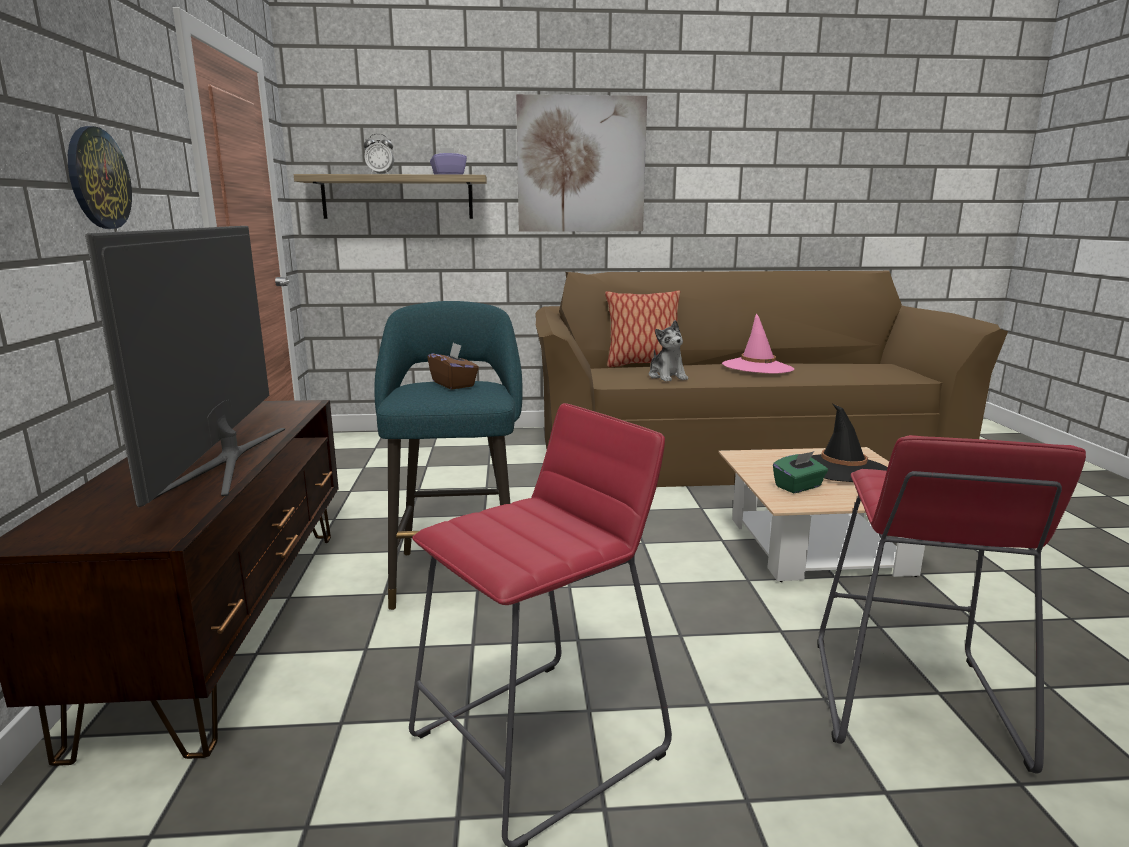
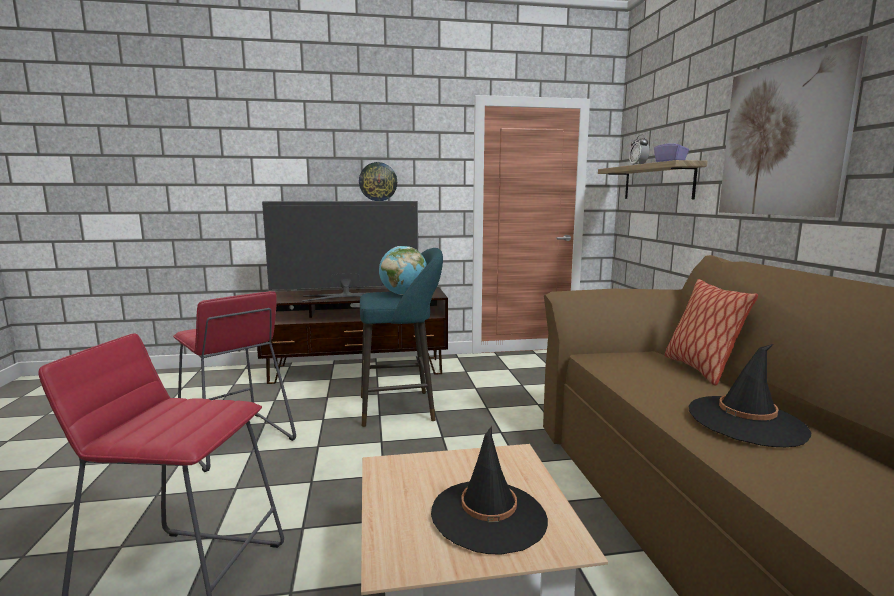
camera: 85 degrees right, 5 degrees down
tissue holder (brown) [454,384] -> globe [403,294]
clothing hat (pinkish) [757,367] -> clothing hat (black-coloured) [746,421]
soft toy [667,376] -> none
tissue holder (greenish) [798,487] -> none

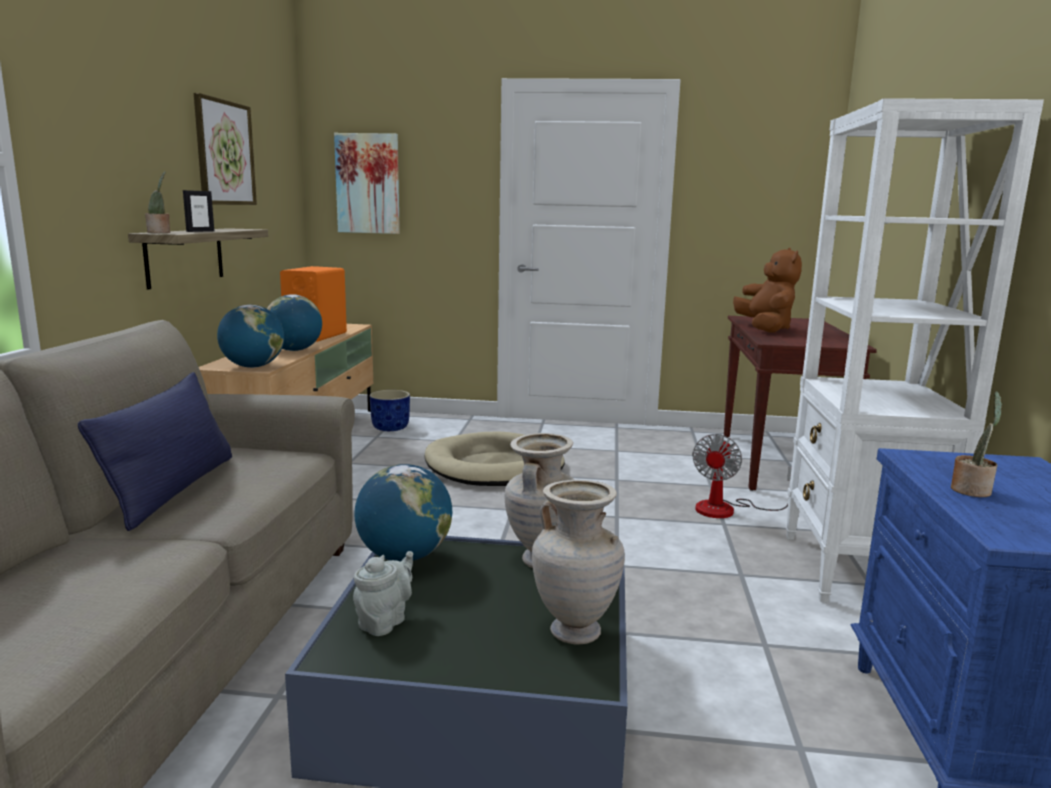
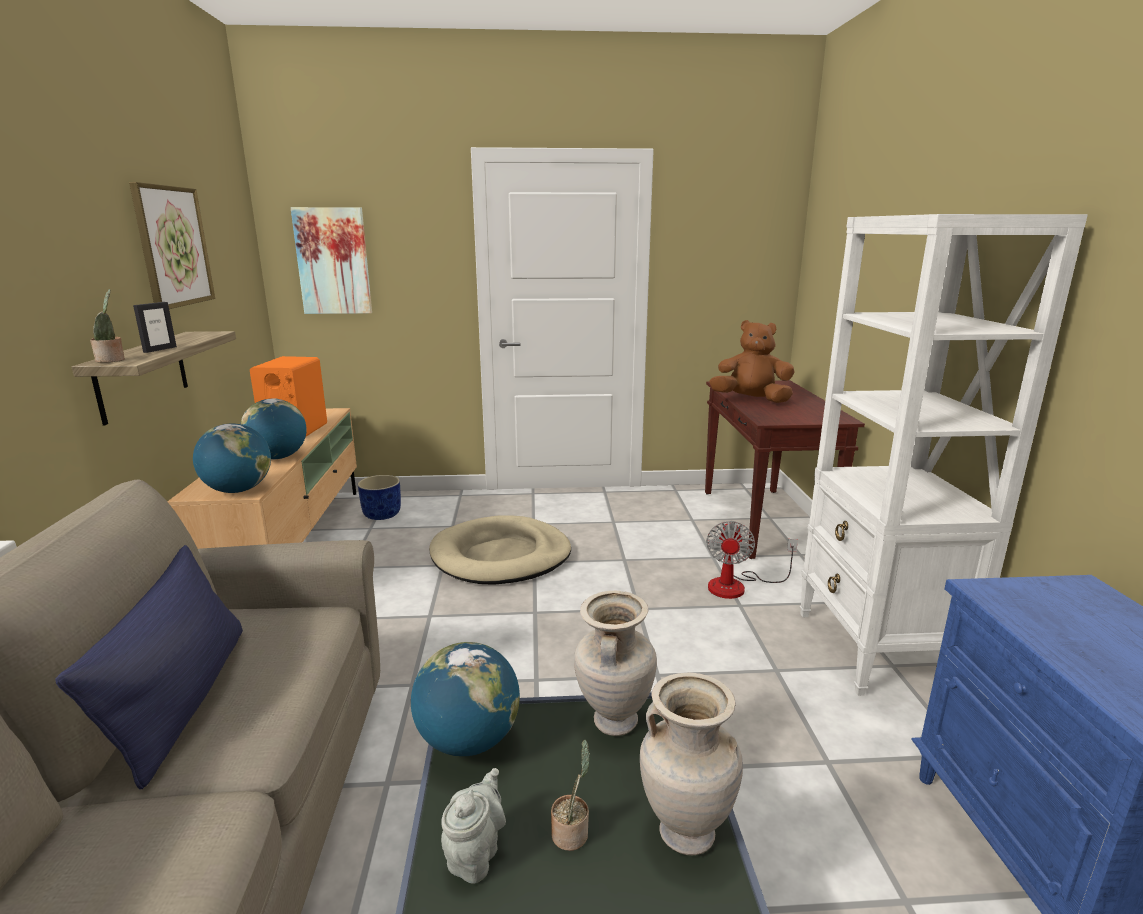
camera: 10 degrees left, 5 degrees up
houseplant [972,490] -> houseplant [571,833], move
soft toy (brown) [765,329] -> soft toy (brown) [751,400], 60 degrees counterclockwise

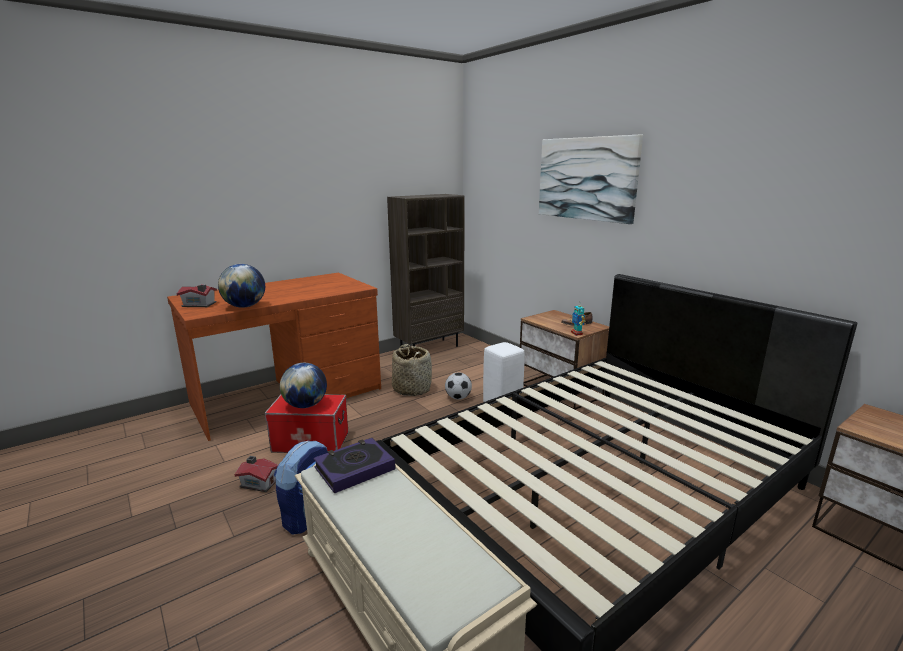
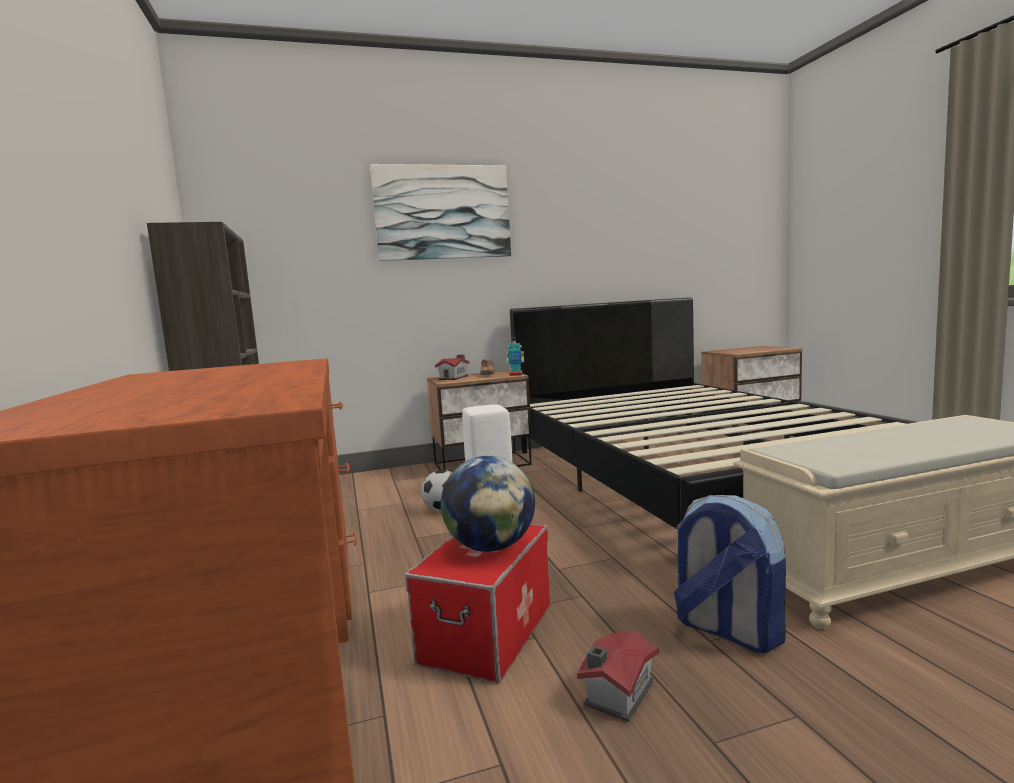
camera: 70 degrees left, 10 degrees down
toy house [199,305] -> toy house [454,377], move
globe [245,306] -> none
volume [354,469] -> none
household basket [412,389] -> none

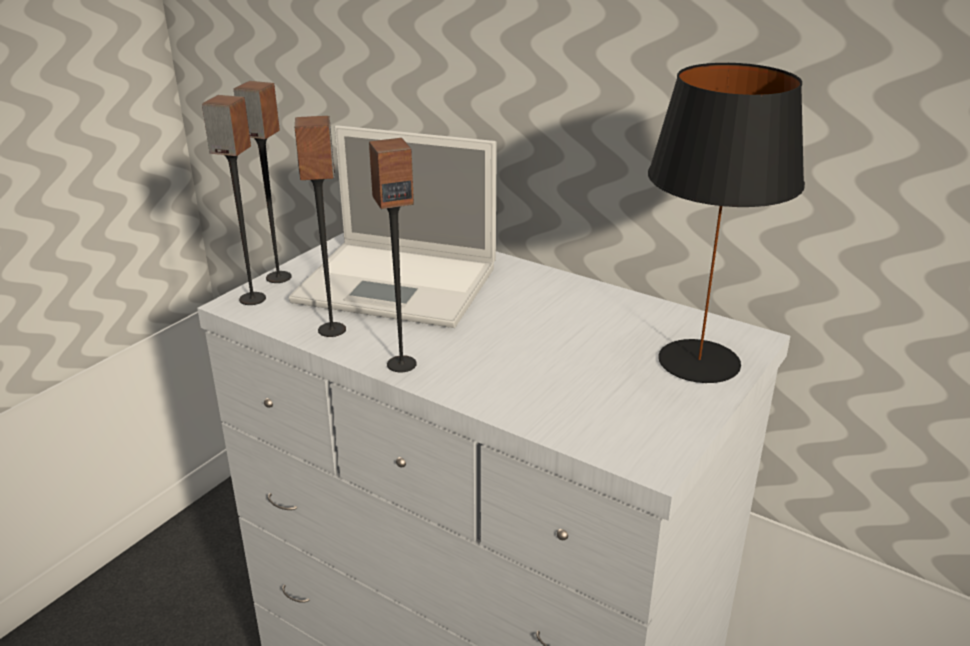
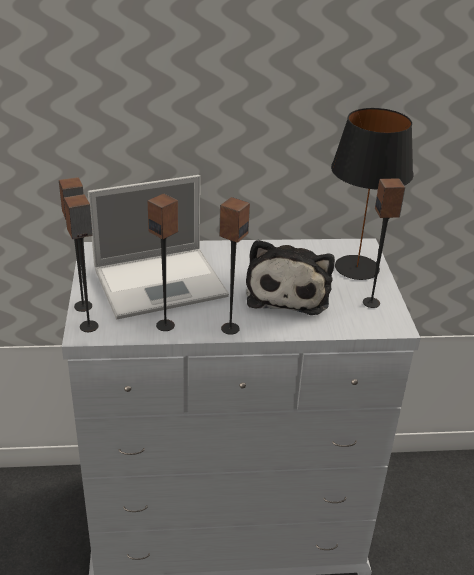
camera: 40 degrees left, 5 degrees up
none -> soft toy [288,292]
none -> speaker [371,303]

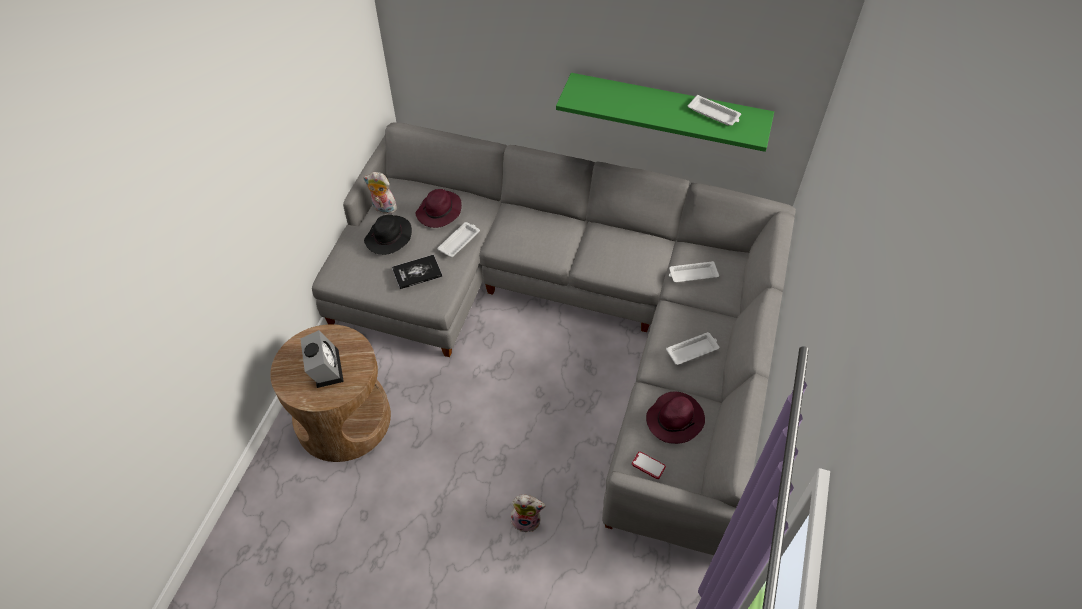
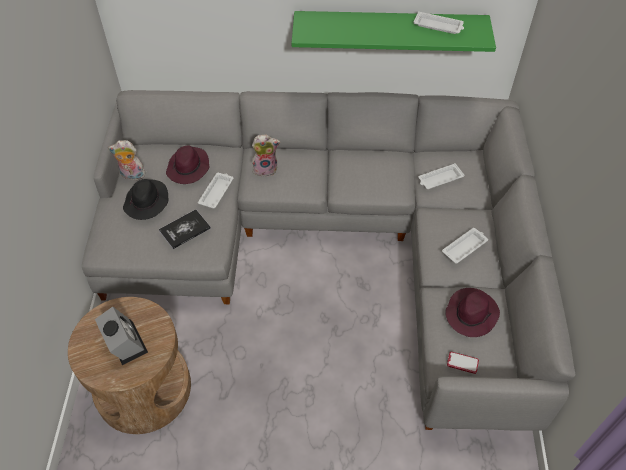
camera: 15 degrees left, 0 degrees up
soft toy [527,520] -> soft toy [266,168], move

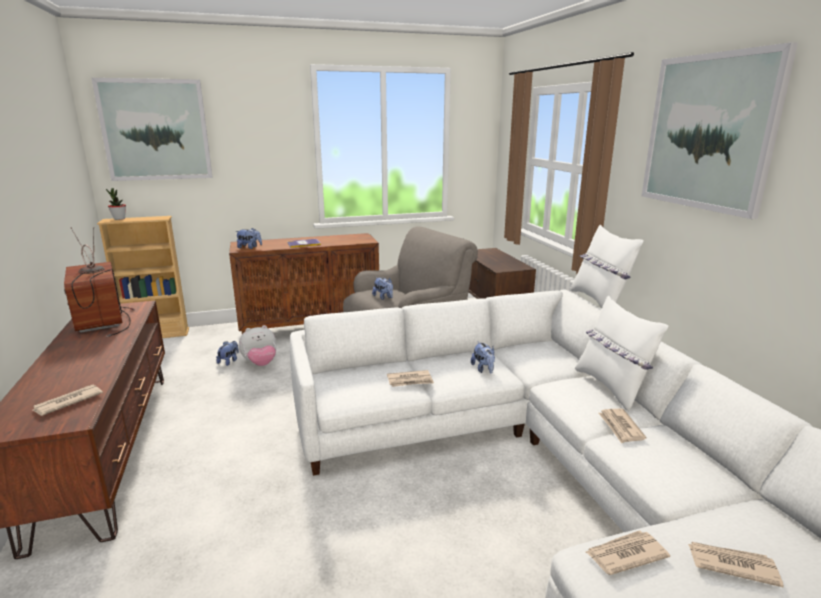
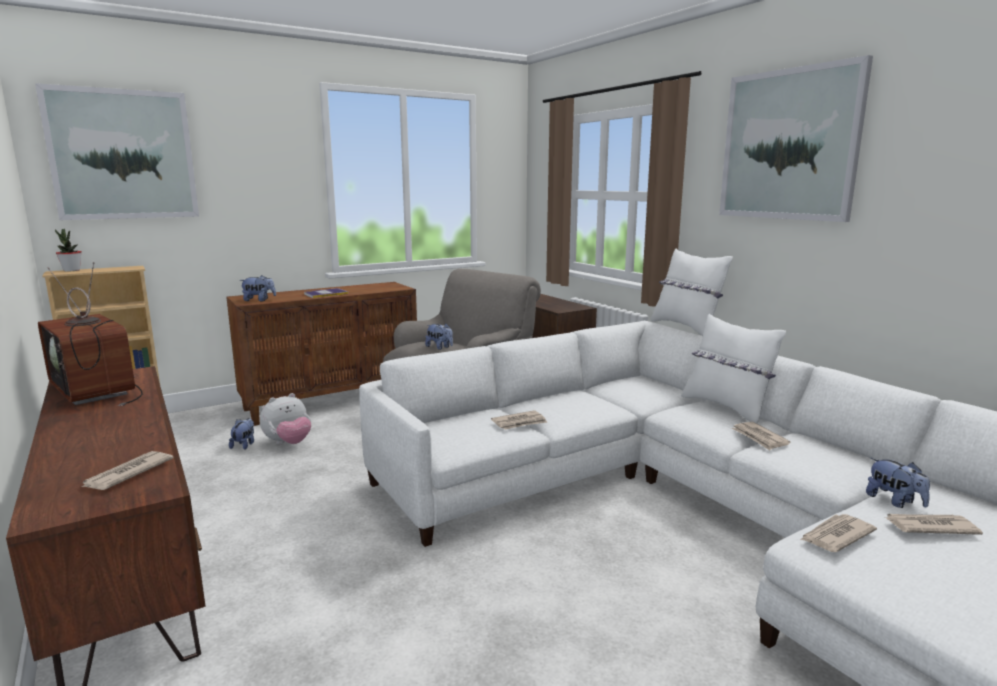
camera: 15 degrees left, 5 degrees down
soft toy [483,369] -> soft toy [894,501], move

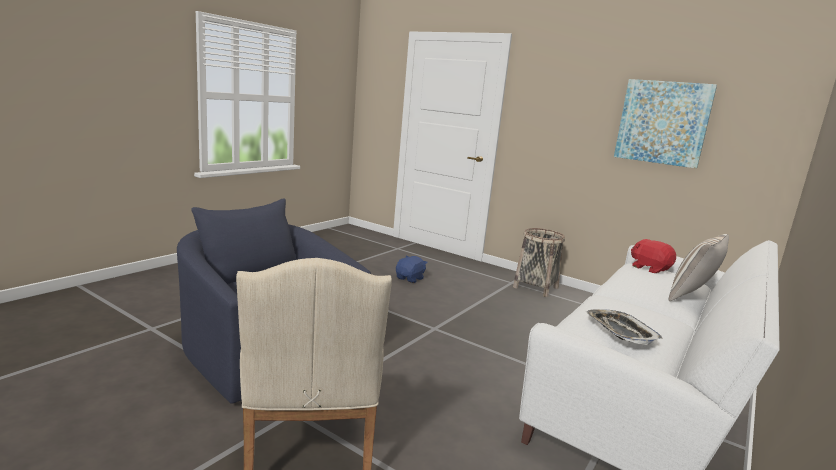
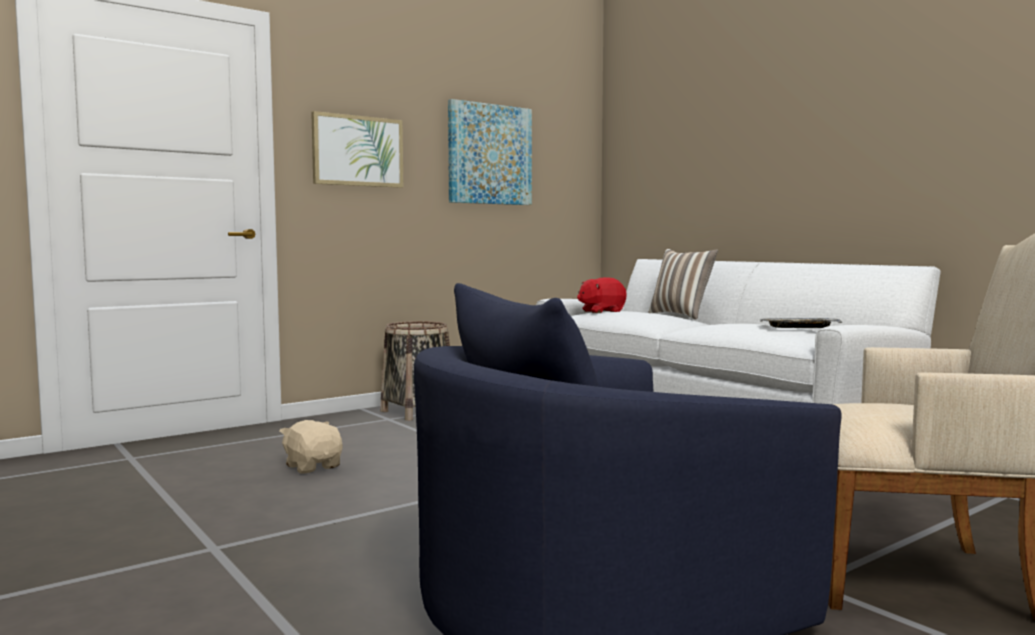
camera: 70 degrees left, 10 degrees down
soft toy (blue-coloured) [410,278] -> soft toy (beige) [313,466]
none -> picture [357,151]

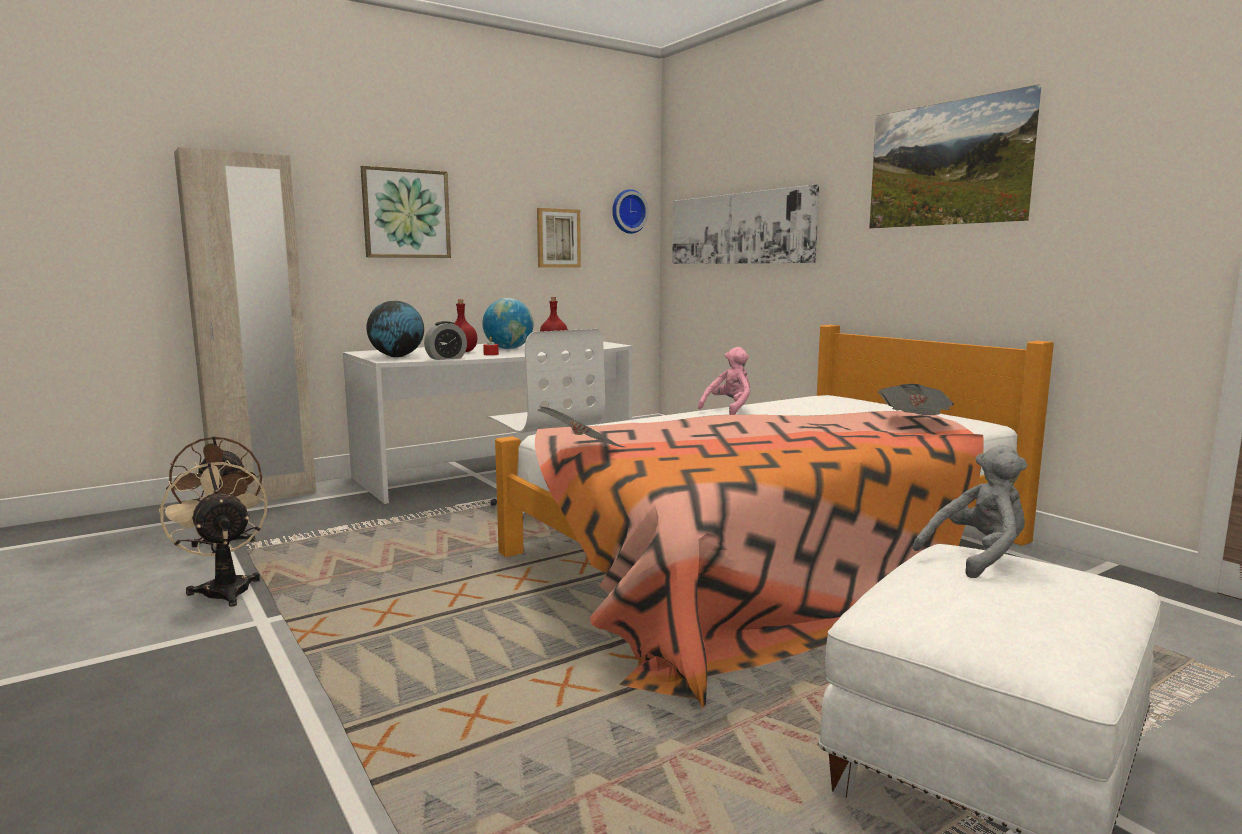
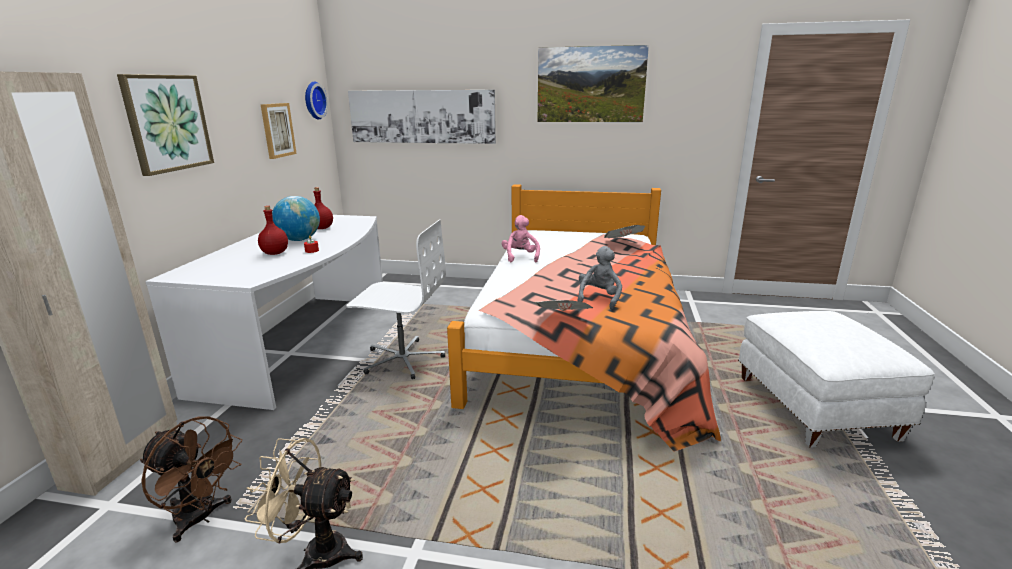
camera: 45 degrees left, 10 degrees up
soft toy (gray) [977,557] -> soft toy (gray) [599,298], move
globe [397,356] -> none
table clock [446,358] -> none

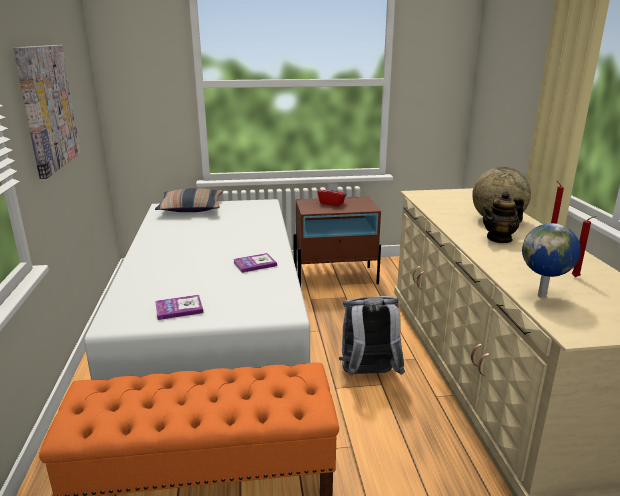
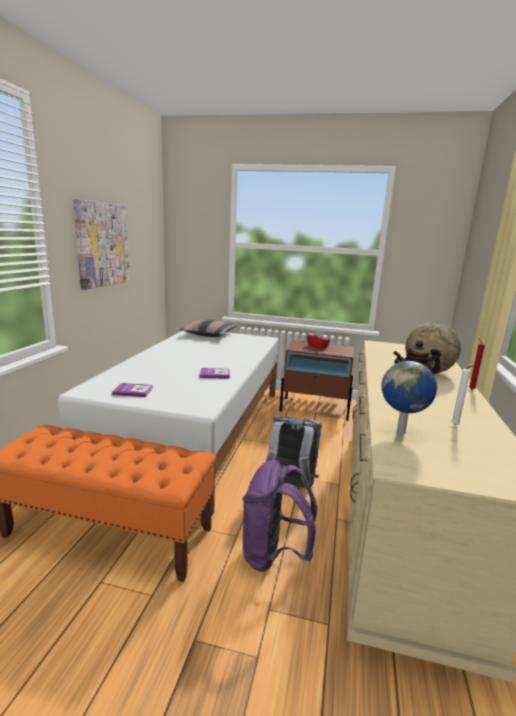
camera: 20 degrees right, 5 degrees down
none -> knapsack (purplish) [273,554]
candle (red) [577,277] -> candle (white-coloured) [456,425]

